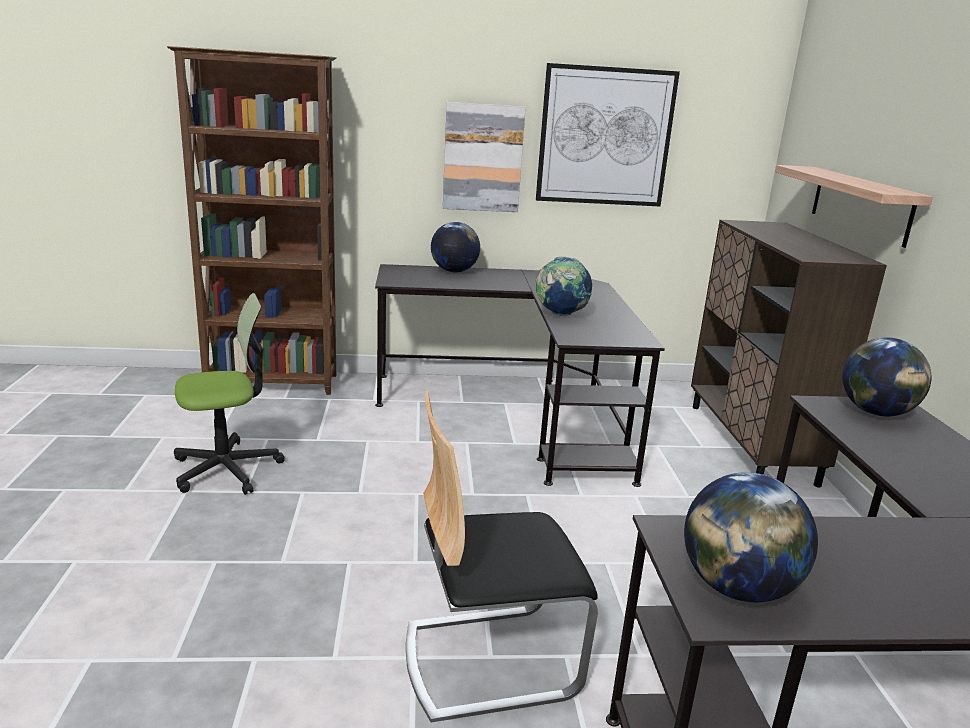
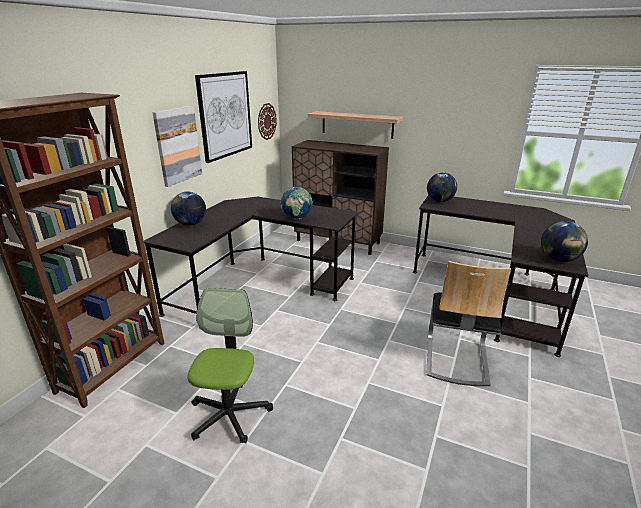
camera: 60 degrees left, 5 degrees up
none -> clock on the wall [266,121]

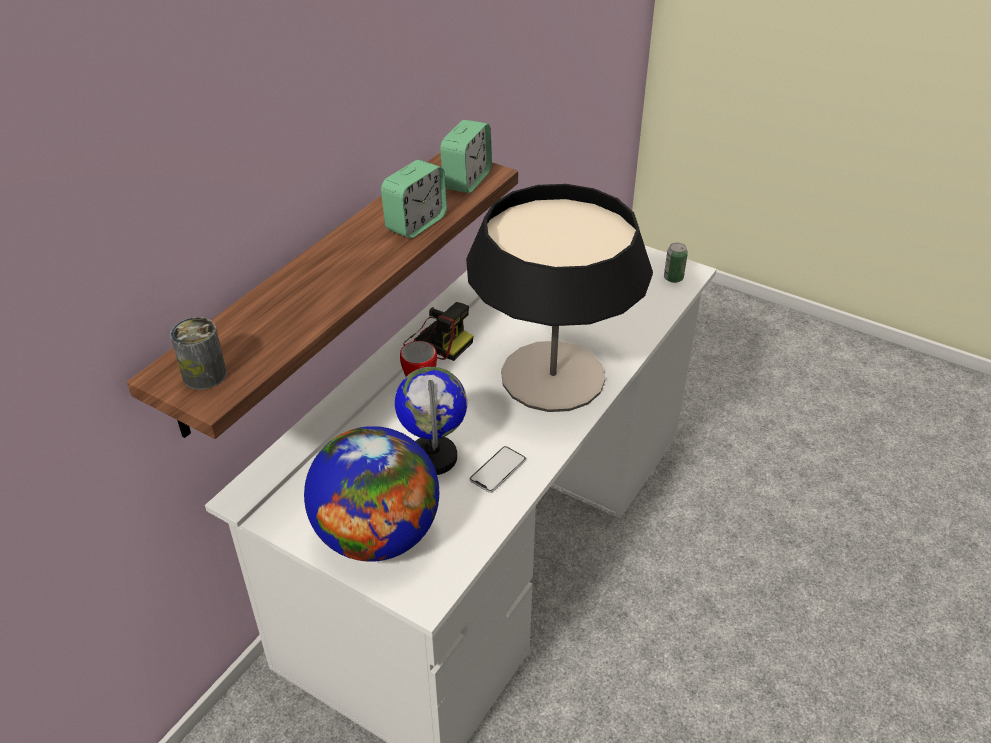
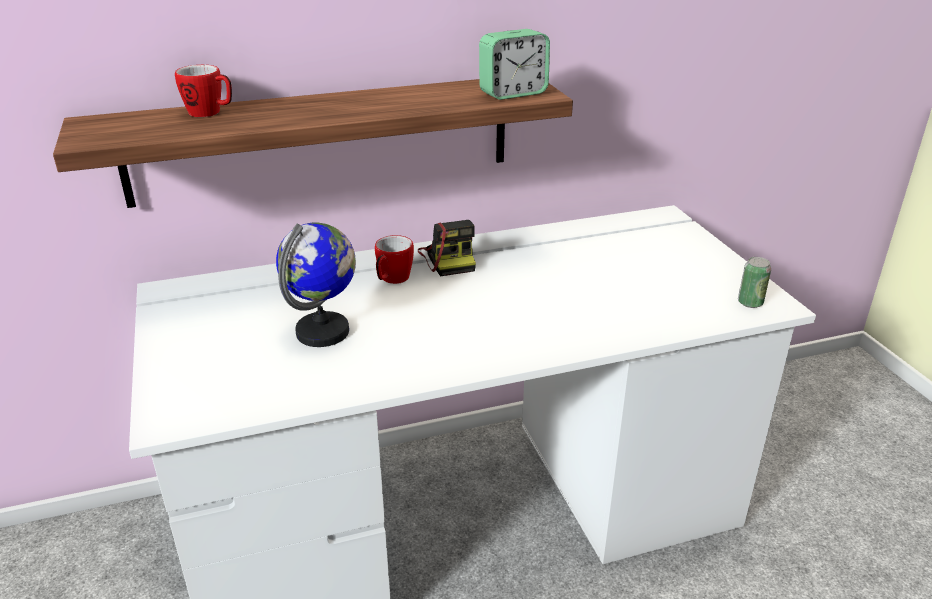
camera: 40 degrees right, 10 degrees down
none -> tea mug [210,113]
sealed can [204,375] -> none
globe [377,536] -> none
table clock [416,224] -> none
tabletop lamp [552,376] -> none
phone [498,470] -> none

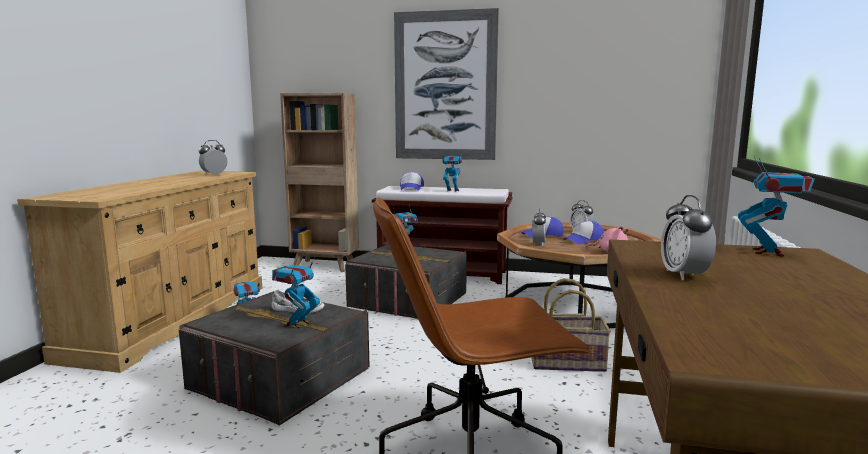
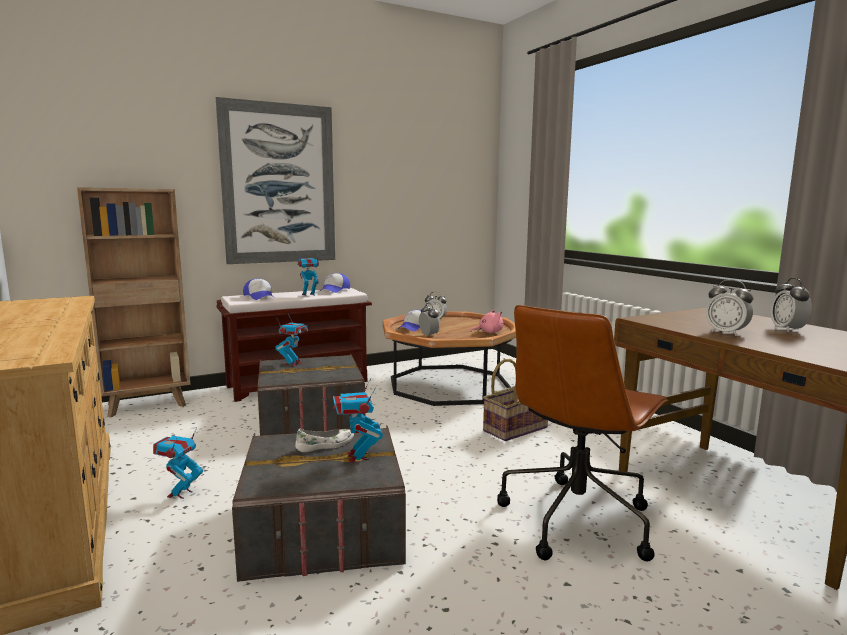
camera: 40 degrees left, 0 degrees up
baseball cap [584,240] -> baseball cap [334,290], move
table clock [214,175] -> table clock [787,330], move
robot figure [768,252] -> none

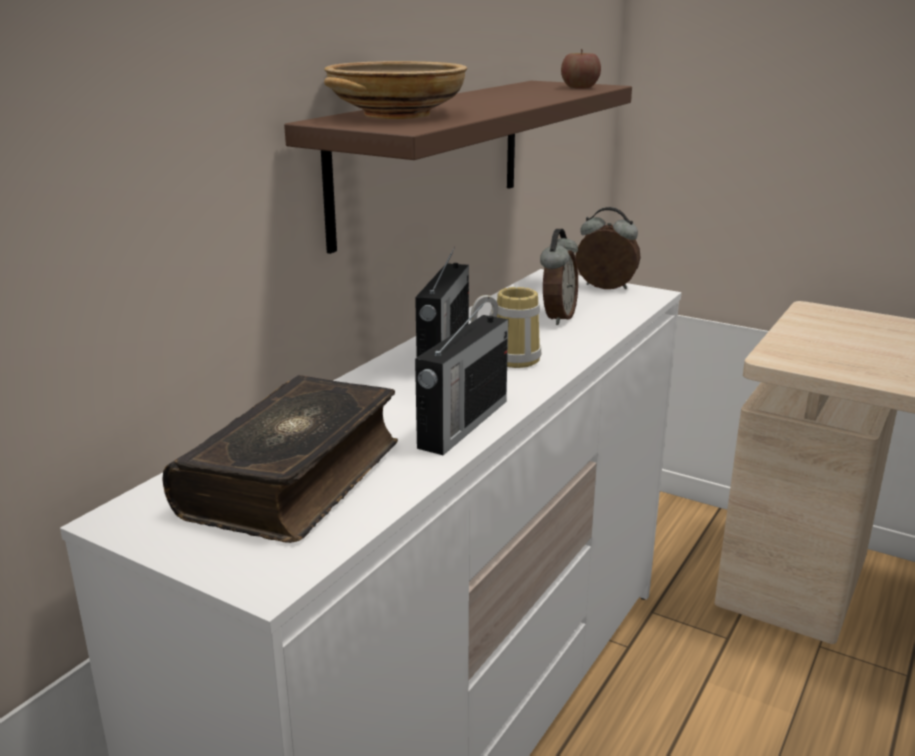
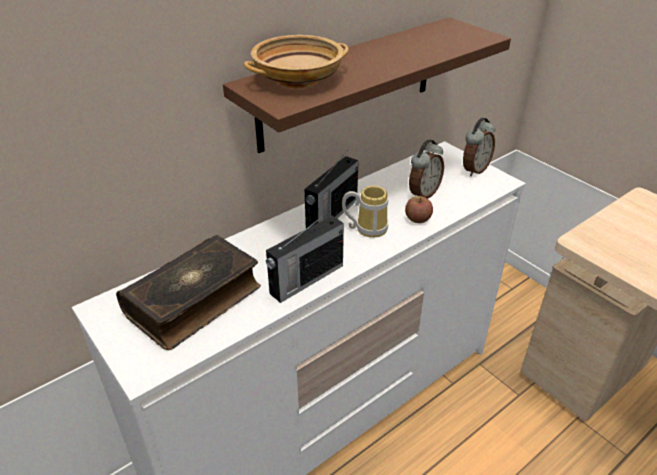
camera: 20 degrees right, 15 degrees up
apple [580,87] -> apple [417,219], move
table clock [605,288] -> table clock [474,169], 90 degrees clockwise

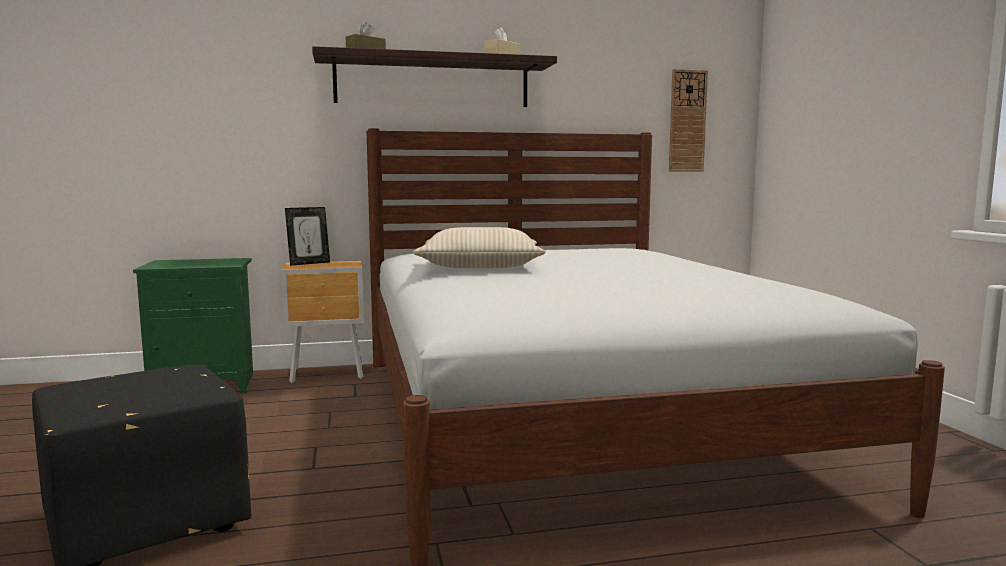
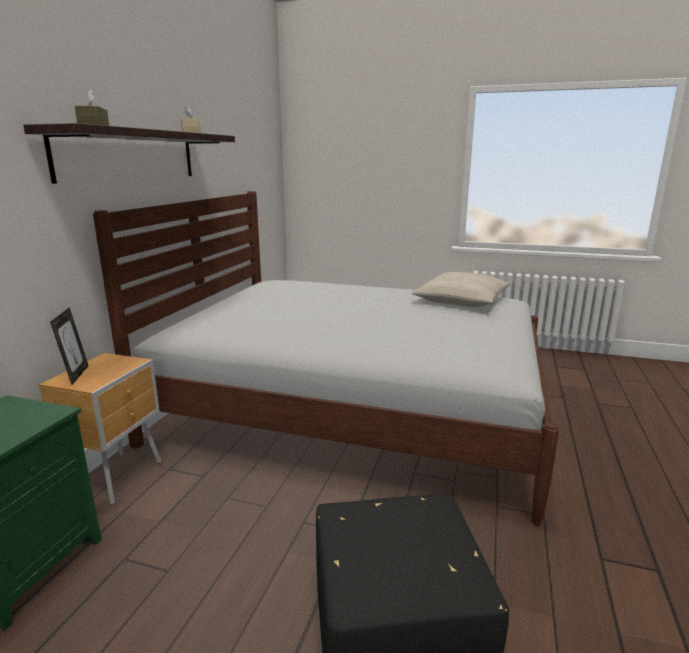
camera: 60 degrees left, 10 degrees up
throw pillow (beige) [480,266] -> throw pillow (beige) [461,300], move
clock on the wall [687,121] -> none

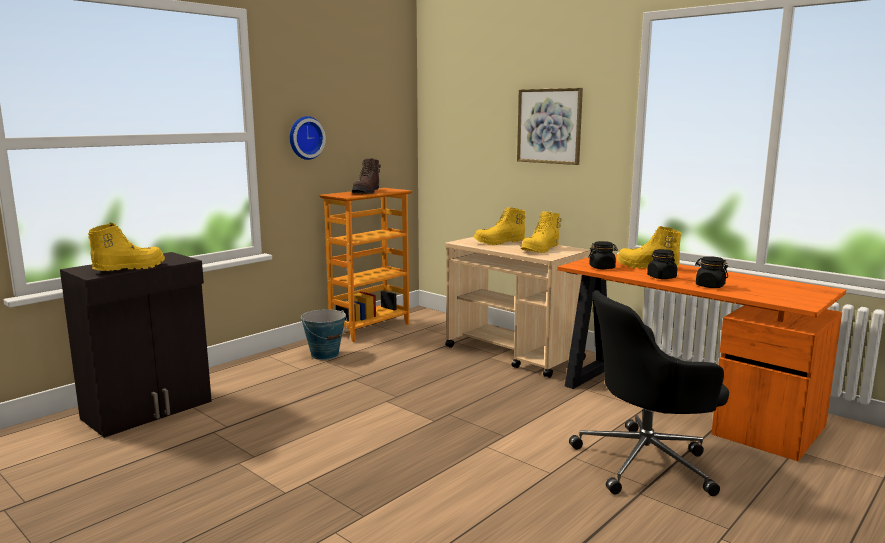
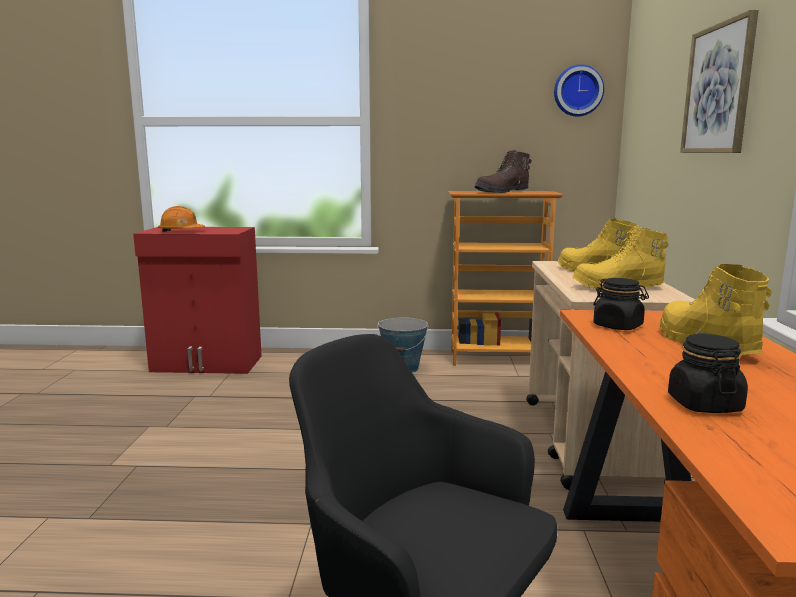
camera: 50 degrees right, 0 degrees up
cabinet (black-coloured) [149,410] -> cabinet (red) [207,364]
boot (yellowish) [129,268] -> hard hat (orange) [181,231]
clock on the wall [305,138] -> clock on the wall [577,91], move
storage jar (black-coloured) [661,277] -> none

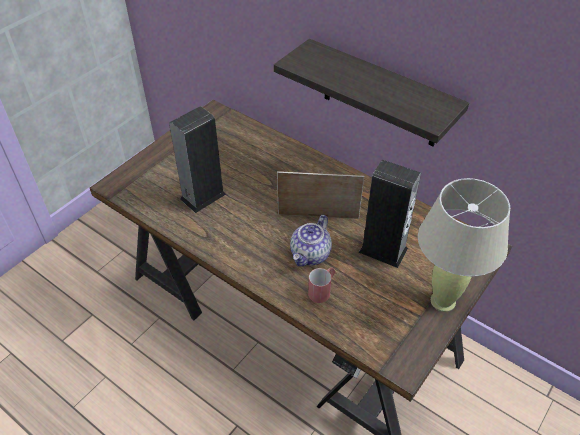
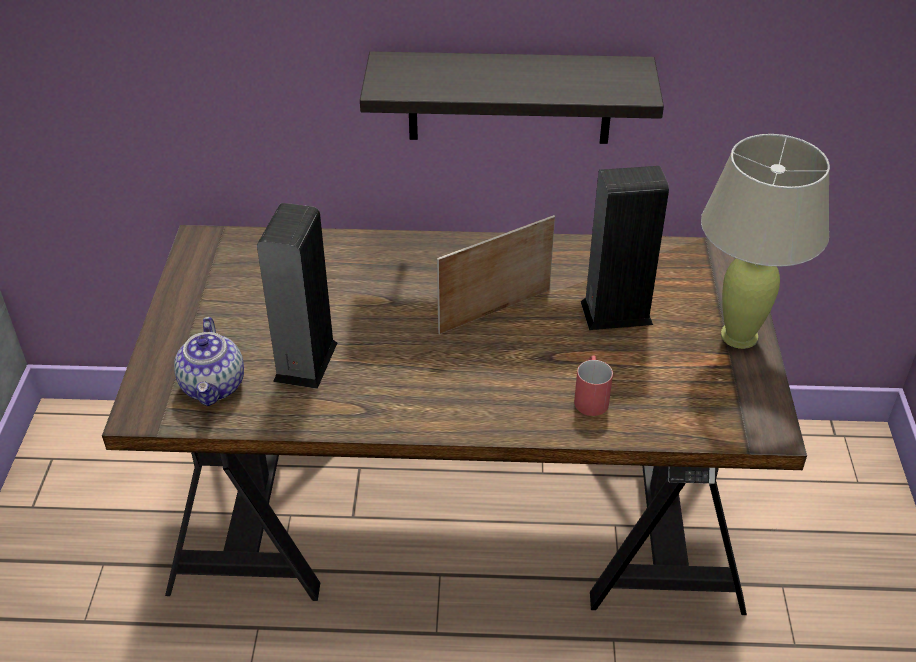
camera: 35 degrees left, 5 degrees down
teapot [310,255] -> teapot [214,386], move

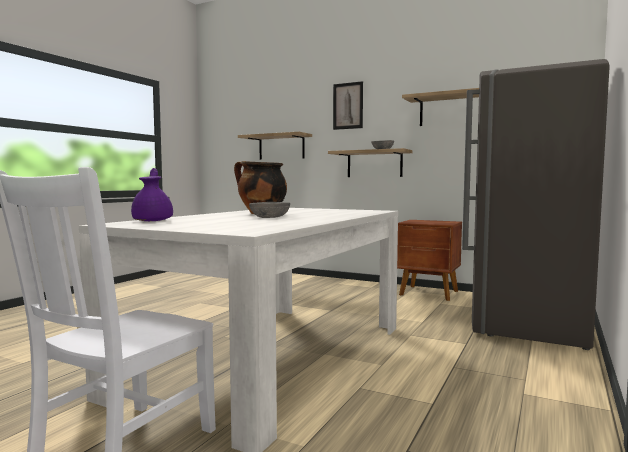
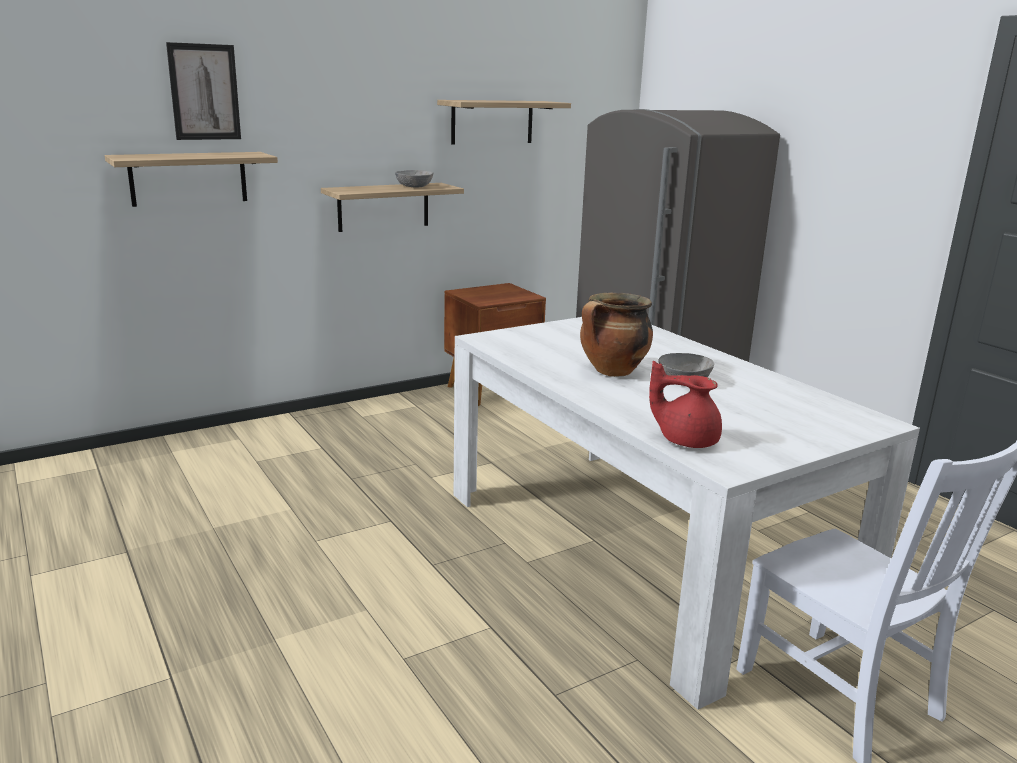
camera: 60 degrees left, 15 degrees up
picture [348,106] -> picture [204,92], move
teapot (purplish) [153,220] -> teapot (red) [685,440]

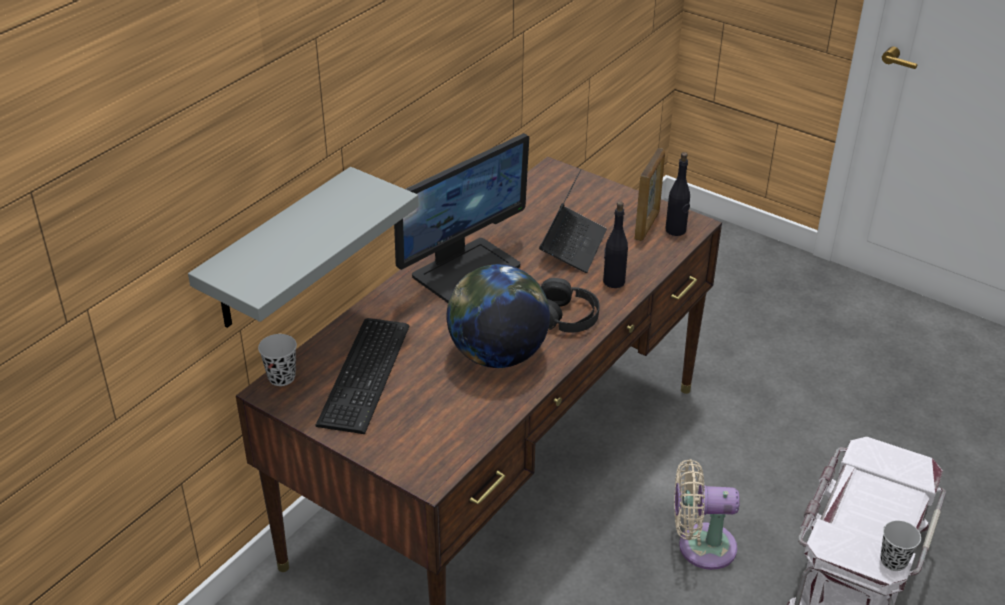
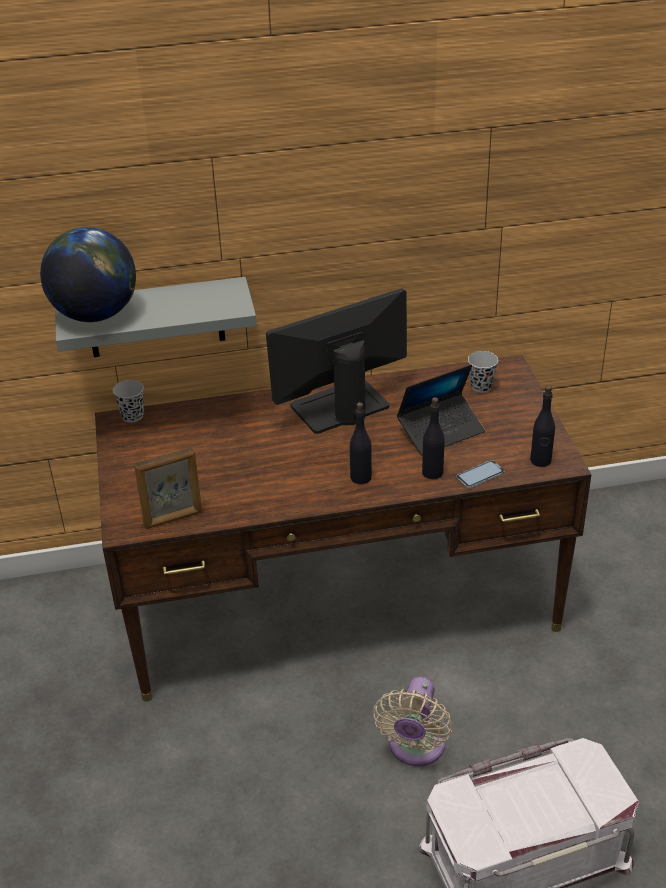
camera: 45 degrees right, 0 degrees up
globe [497,355] -> globe [96,315], move
photo frame [647,225] -> photo frame [173,519], move
computer display [465,269] -> computer display [340,407], 150 degrees clockwise
headset (black-coloured) [565,316] -> bottle (black-coloured) [360,477]
electric fan (beige) [700,546] -> electric fan (beige) [415,748], 120 degrees counterclockwise
none -> phone [480,475]
small cup (black-coloured) [893,561] -> small cup (black-coloured) [481,386], move
computer keyboard [368,373] -> none

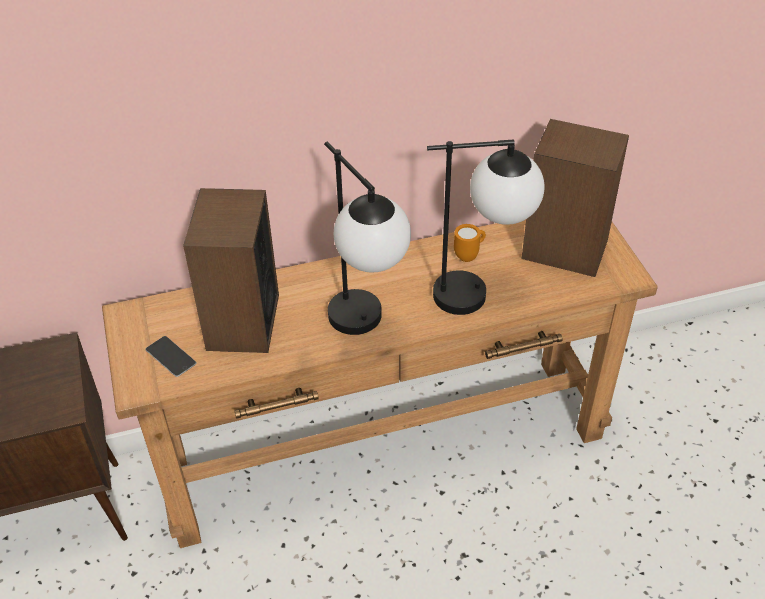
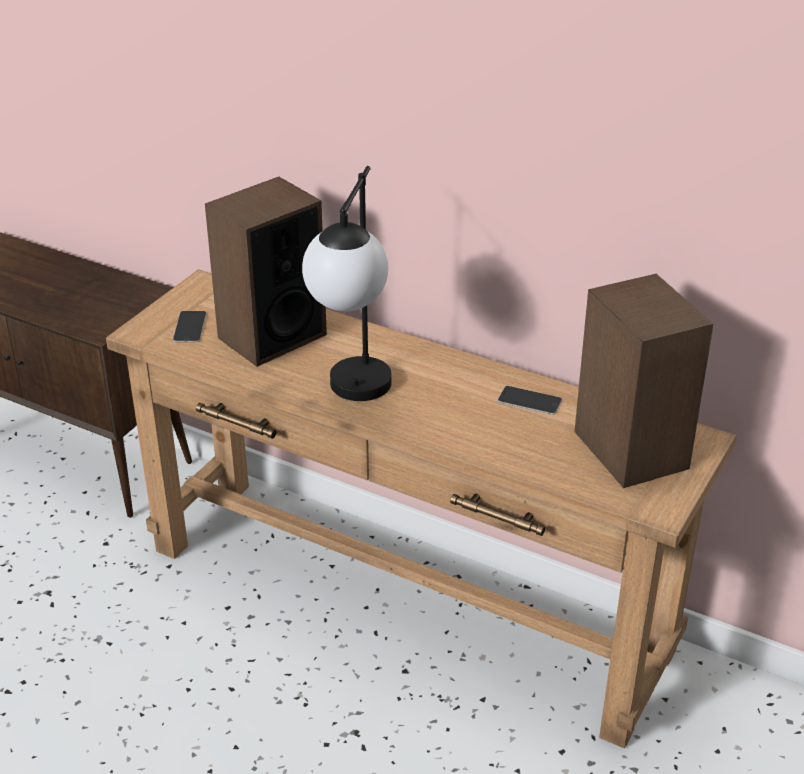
camera: 45 degrees right, 10 degrees down
tea mug (orange) [469,255] -> phone [529,400]
tabletop lamp [481,293] -> none

